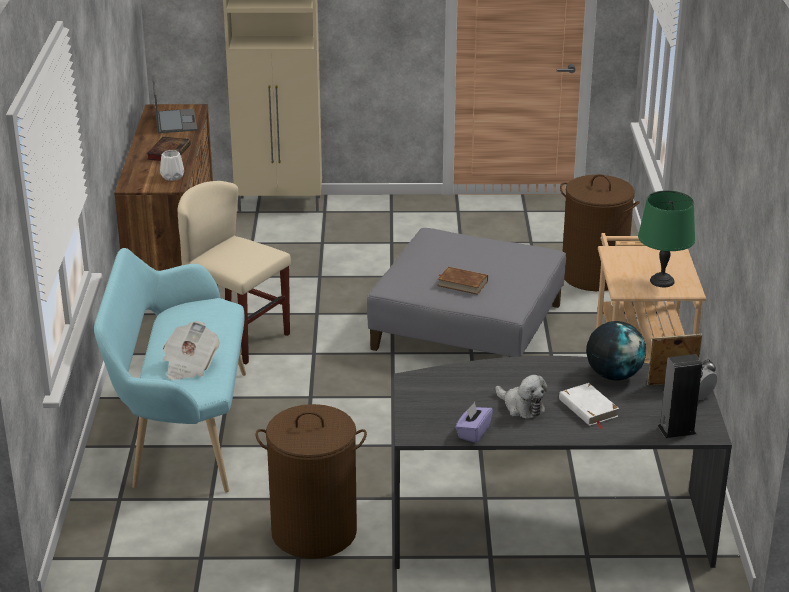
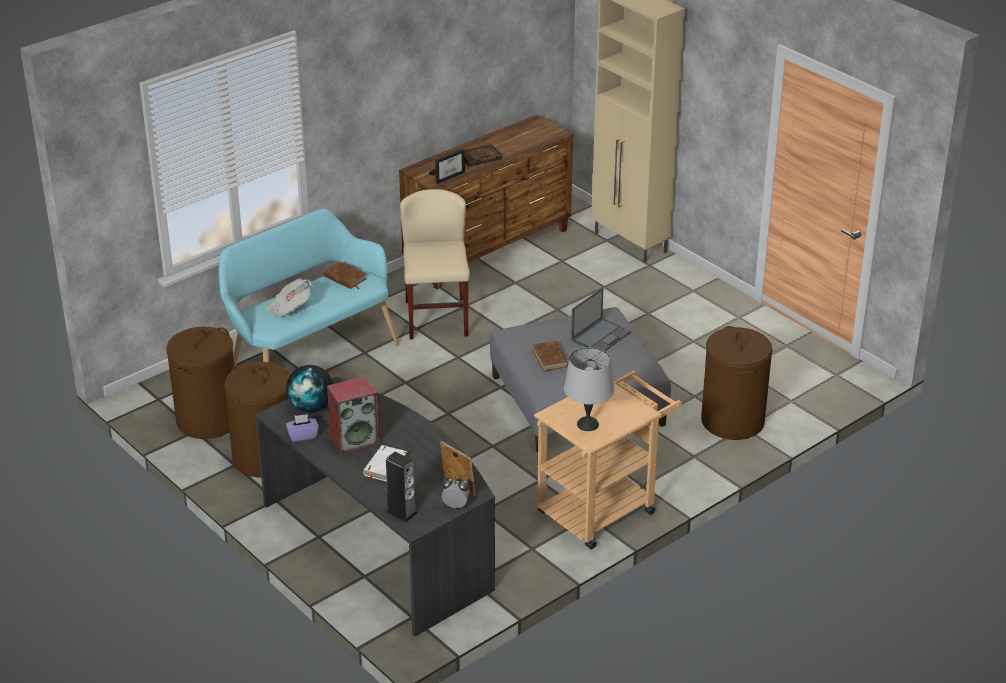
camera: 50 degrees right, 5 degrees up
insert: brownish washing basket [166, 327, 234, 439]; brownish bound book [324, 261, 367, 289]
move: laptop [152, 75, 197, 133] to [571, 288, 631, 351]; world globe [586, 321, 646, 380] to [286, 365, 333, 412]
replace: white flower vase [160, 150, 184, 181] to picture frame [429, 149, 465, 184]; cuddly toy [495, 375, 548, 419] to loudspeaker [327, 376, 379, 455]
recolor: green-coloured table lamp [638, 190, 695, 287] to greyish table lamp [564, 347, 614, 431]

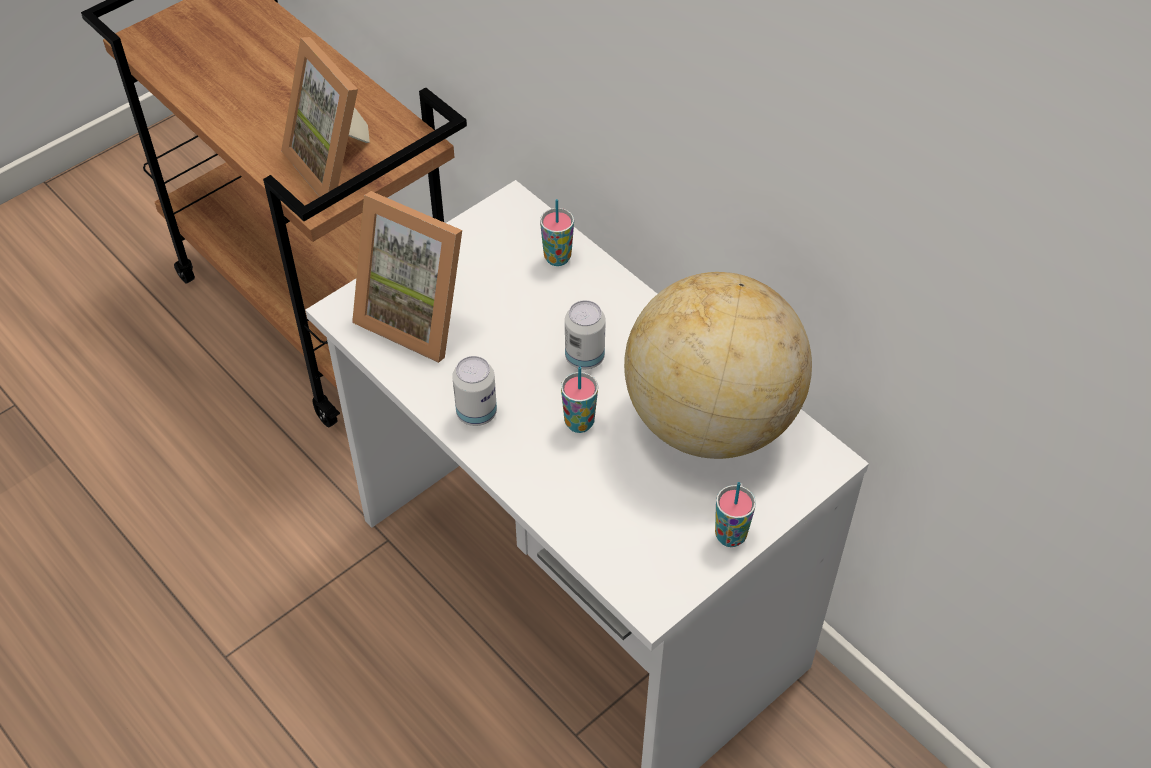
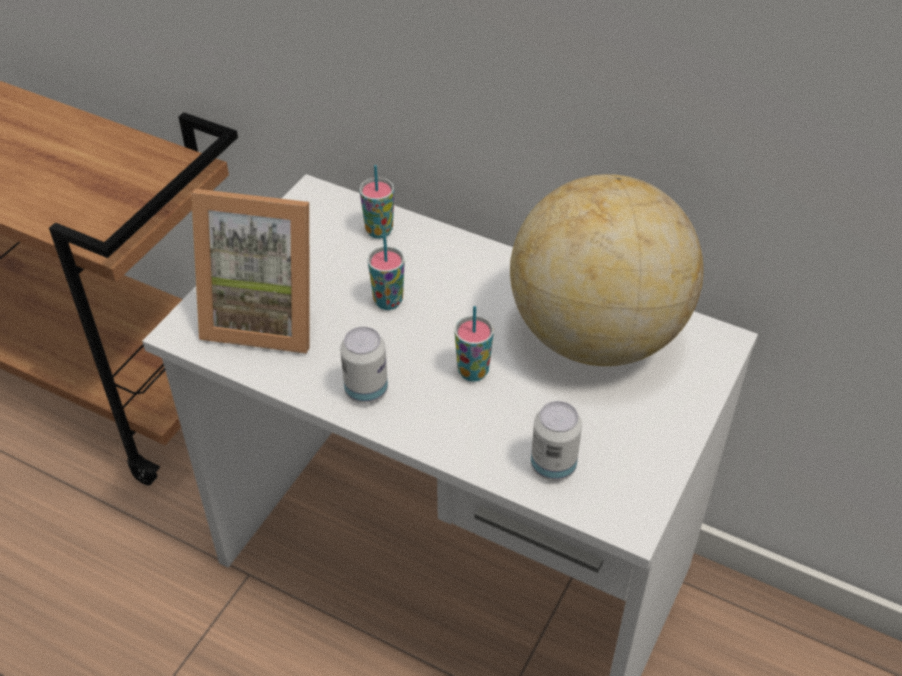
camera: 20 degrees left, 5 degrees down
delete: picture frame [281, 37, 370, 197]
move: metal can [565, 300, 606, 369] to [531, 401, 582, 481]; small cup [715, 482, 756, 547] to [368, 235, 405, 310]

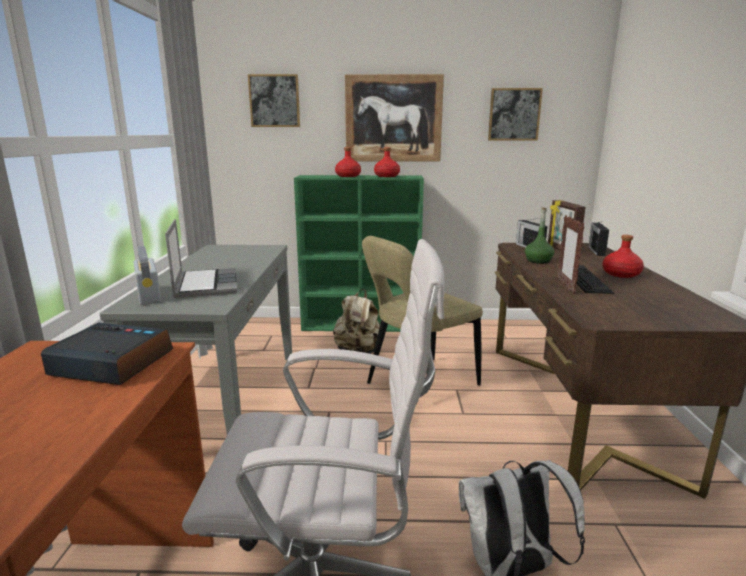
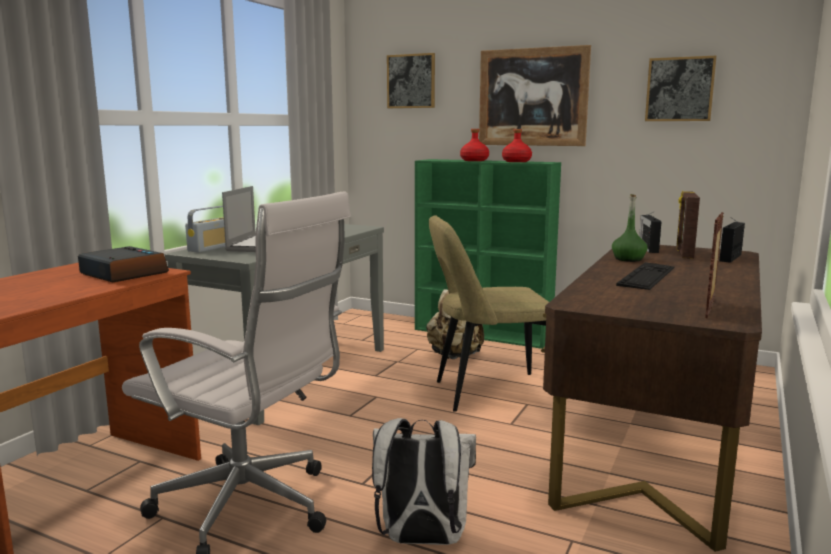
camera: 25 degrees right, 5 degrees down
delete: reddish beverage bottle [602, 235, 644, 278]
move: picture frame [557, 215, 585, 294] to [705, 212, 724, 318]
rotate: radio [133, 246, 161, 305] = [185, 206, 226, 253] 150 degrees counterclockwise

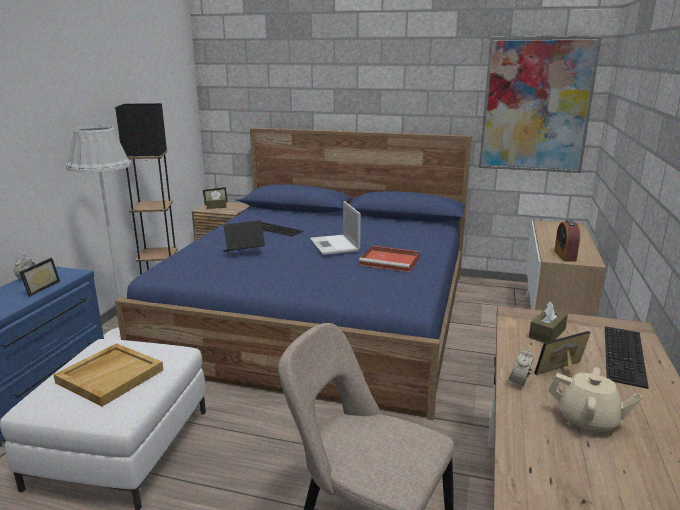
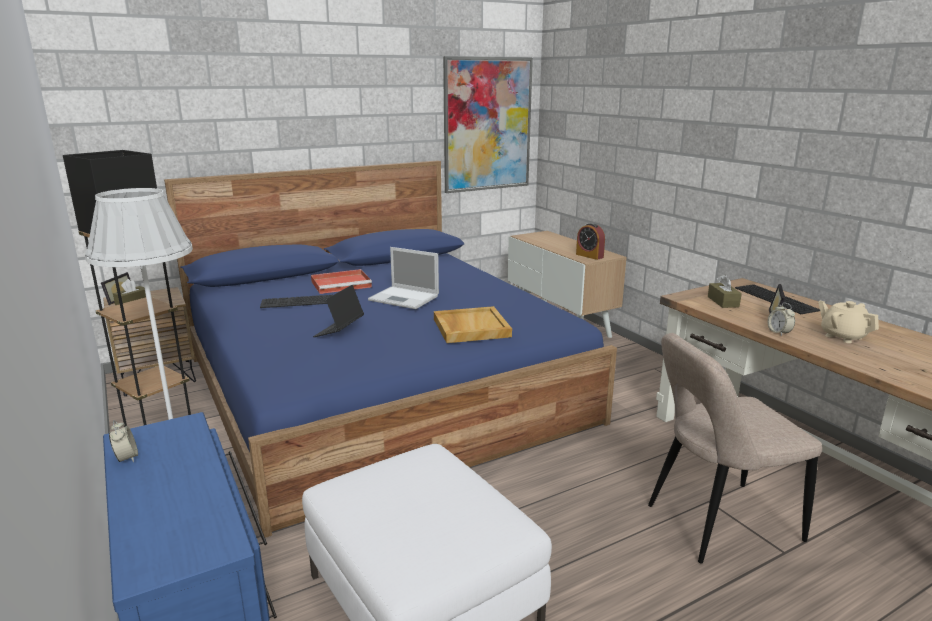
camera: 45 degrees left, 0 degrees up
delete: picture frame [20, 258, 60, 297]
move: sand-coloured serving tray [53, 343, 163, 407] to [434, 306, 512, 343]; reddish serving tray [359, 246, 420, 272] to [311, 269, 372, 294]
rotate: sand-coloured pot for tea [548, 367, 642, 436] = [818, 301, 879, 343] 105 degrees counterclockwise

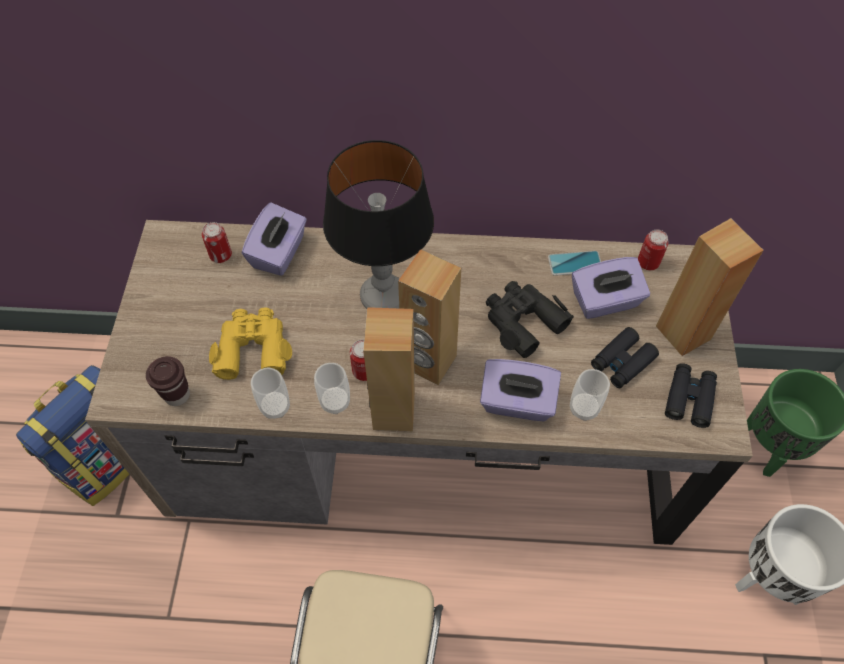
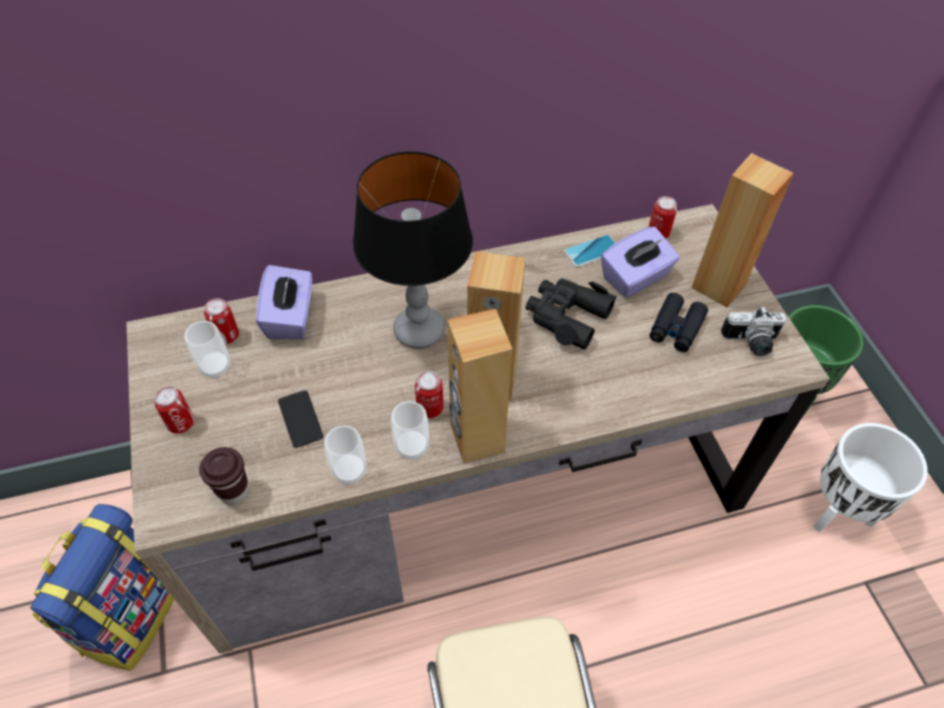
camera: 20 degrees left, 5 degrees down
delete: purple-coloured tissue box [480, 359, 561, 421]
insert: metal can [154, 386, 194, 434]
move: small cup [570, 369, 610, 421] to [184, 321, 230, 379]
replace: yellow binoculars [209, 307, 292, 380] to telephone [278, 390, 323, 448]; black binoculars [665, 363, 717, 428] to still camera [721, 306, 786, 356]

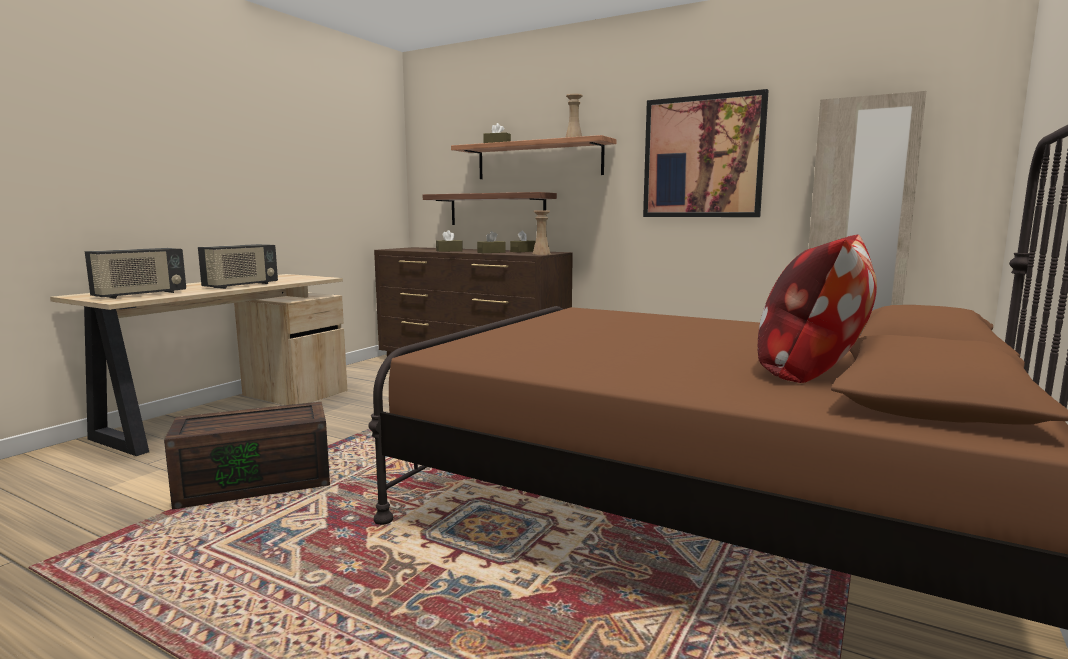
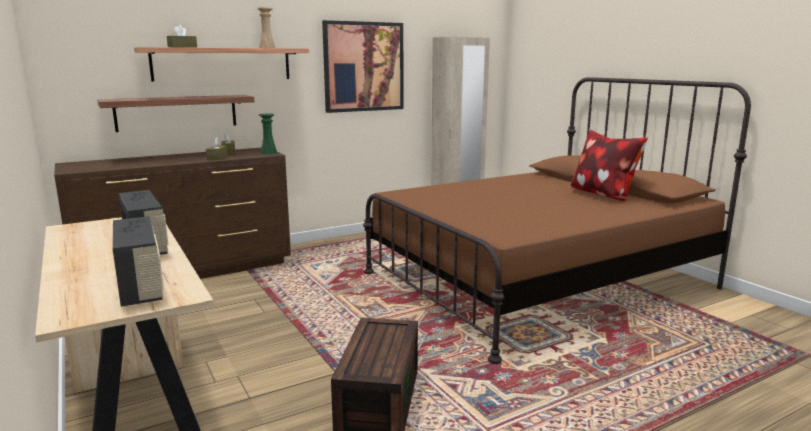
camera: 60 degrees left, 5 degrees up
delete: brownish tissue box [436, 230, 463, 252]
recolor: sand-coloured flower vase [533, 211, 551, 255] to green-coloured flower vase [259, 114, 277, 154]

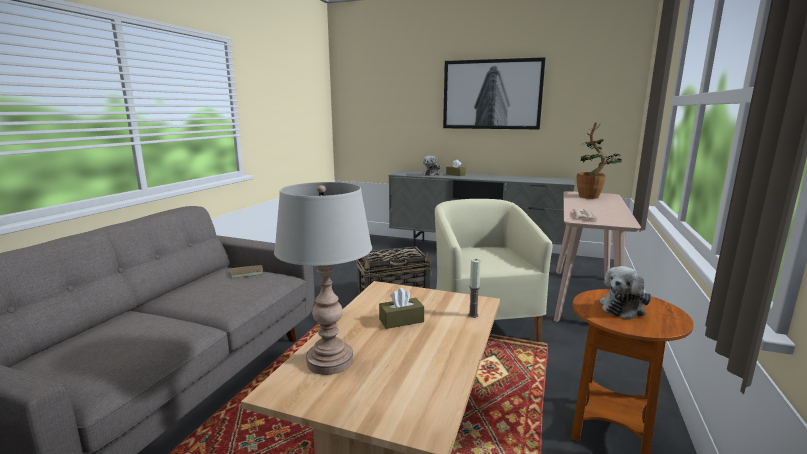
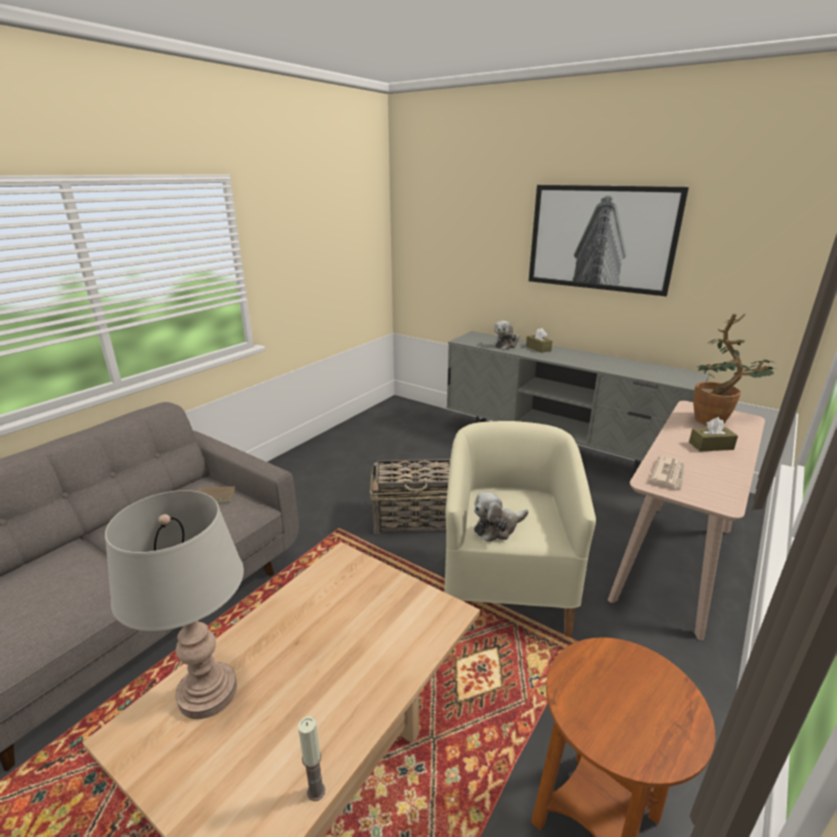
camera: 15 degrees right, 10 degrees up
move: brownish tissue box [379, 288, 424, 329] to [689, 417, 738, 451]; wax candle [468, 259, 481, 318] to [298, 716, 325, 801]; cuddly toy [600, 266, 651, 320] to [474, 492, 528, 542]

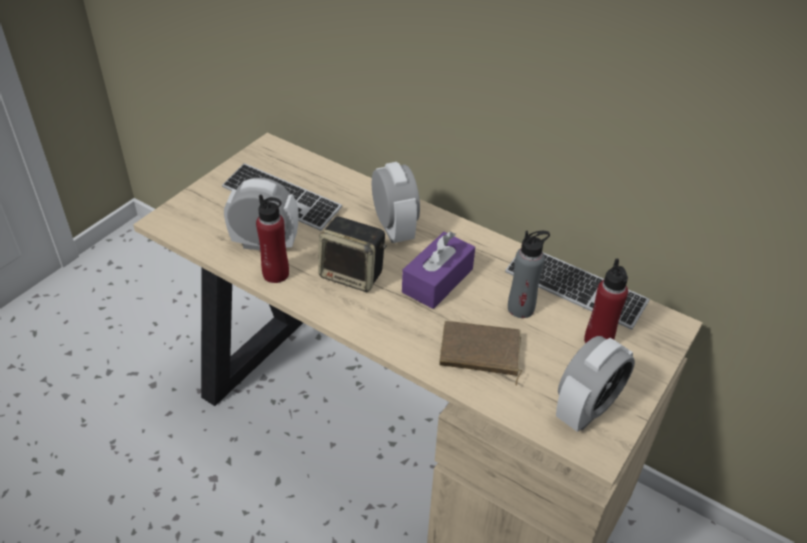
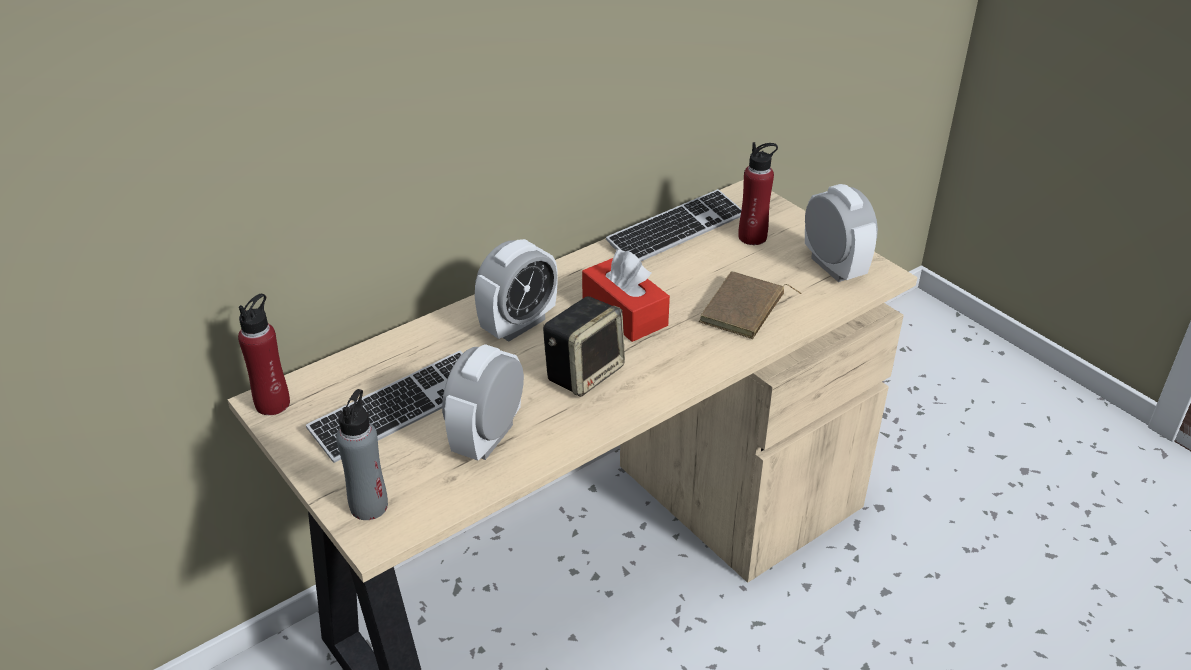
camera: 70 degrees left, 5 degrees down
move: reddish beverage bottle [256, 195, 289, 283] to [238, 294, 290, 415]; greyish beverage bottle [508, 231, 550, 318] to [336, 389, 388, 520]
recolor: purple-coloured tissue box [402, 231, 475, 309] to reddish tissue box [582, 249, 670, 342]
rotate: bedside clock [372, 162, 420, 243] = [475, 239, 558, 342] 135 degrees clockwise

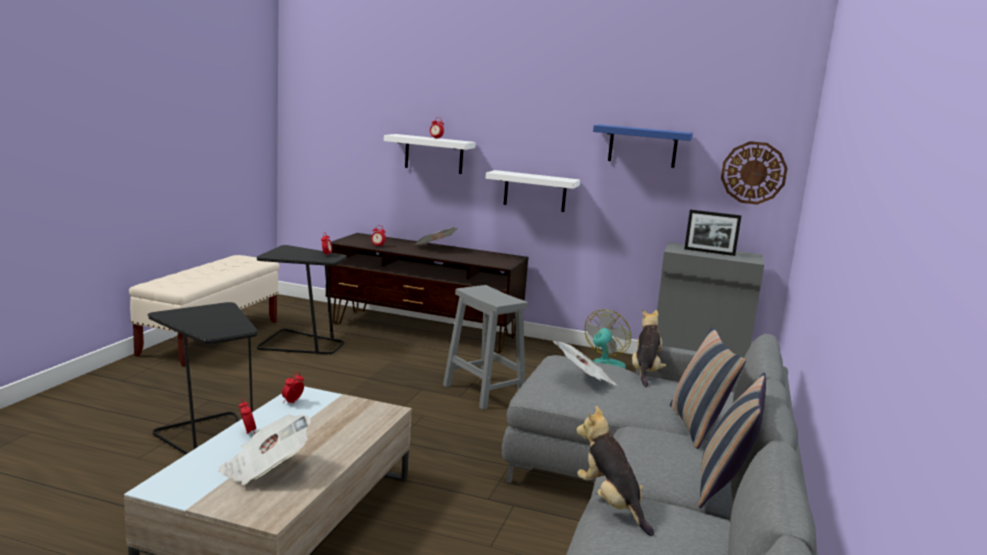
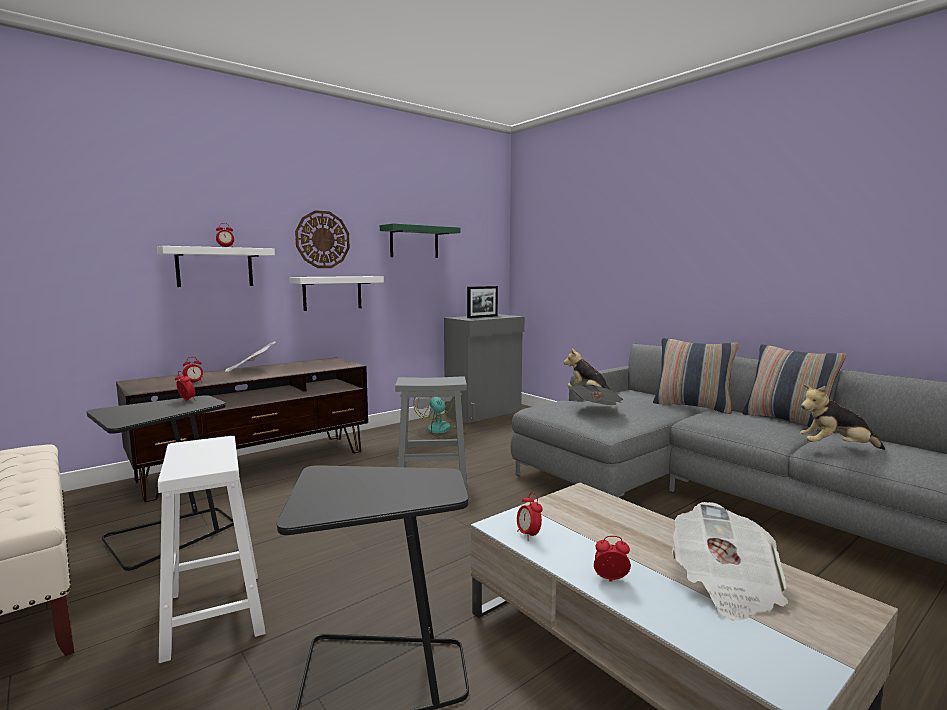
camera: 55 degrees left, 5 degrees down
insert: white sitting stool [158, 436, 265, 663]
move: wall clock [721, 141, 788, 205] to [295, 210, 350, 268]
recolor: bluish wall shelf [593, 124, 693, 168] to green-coloured wall shelf [380, 223, 461, 258]

